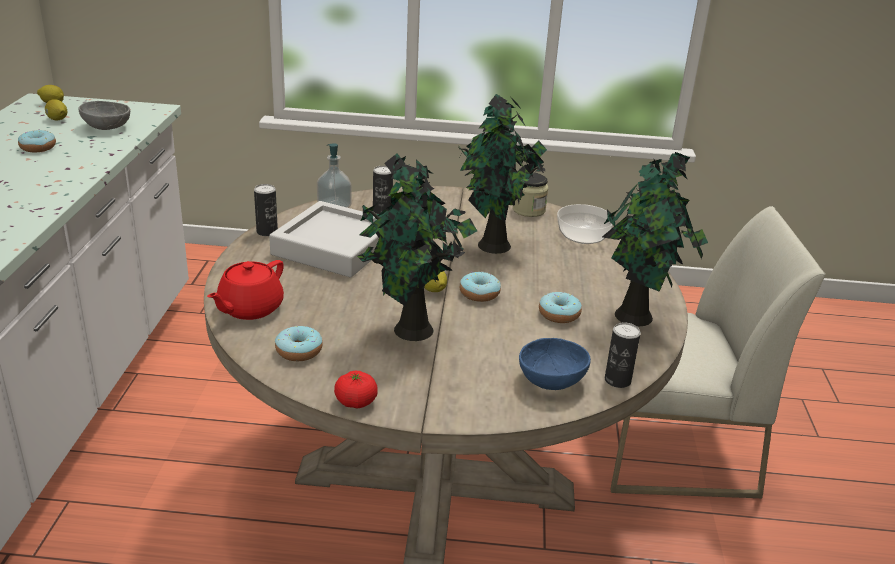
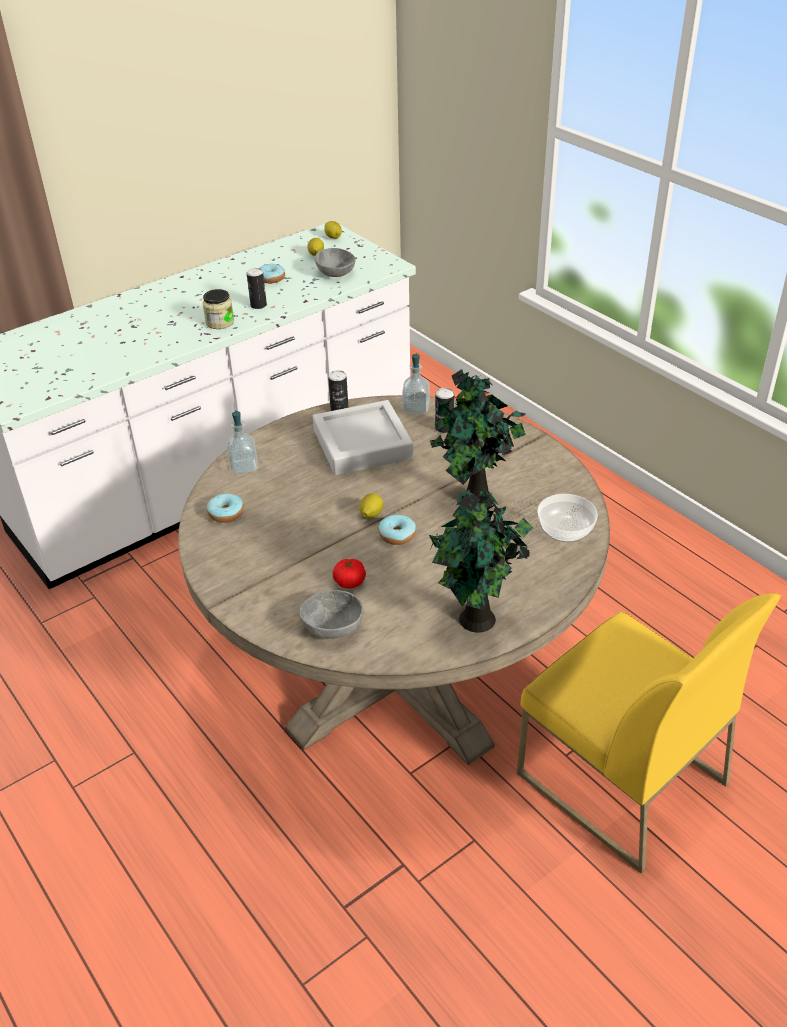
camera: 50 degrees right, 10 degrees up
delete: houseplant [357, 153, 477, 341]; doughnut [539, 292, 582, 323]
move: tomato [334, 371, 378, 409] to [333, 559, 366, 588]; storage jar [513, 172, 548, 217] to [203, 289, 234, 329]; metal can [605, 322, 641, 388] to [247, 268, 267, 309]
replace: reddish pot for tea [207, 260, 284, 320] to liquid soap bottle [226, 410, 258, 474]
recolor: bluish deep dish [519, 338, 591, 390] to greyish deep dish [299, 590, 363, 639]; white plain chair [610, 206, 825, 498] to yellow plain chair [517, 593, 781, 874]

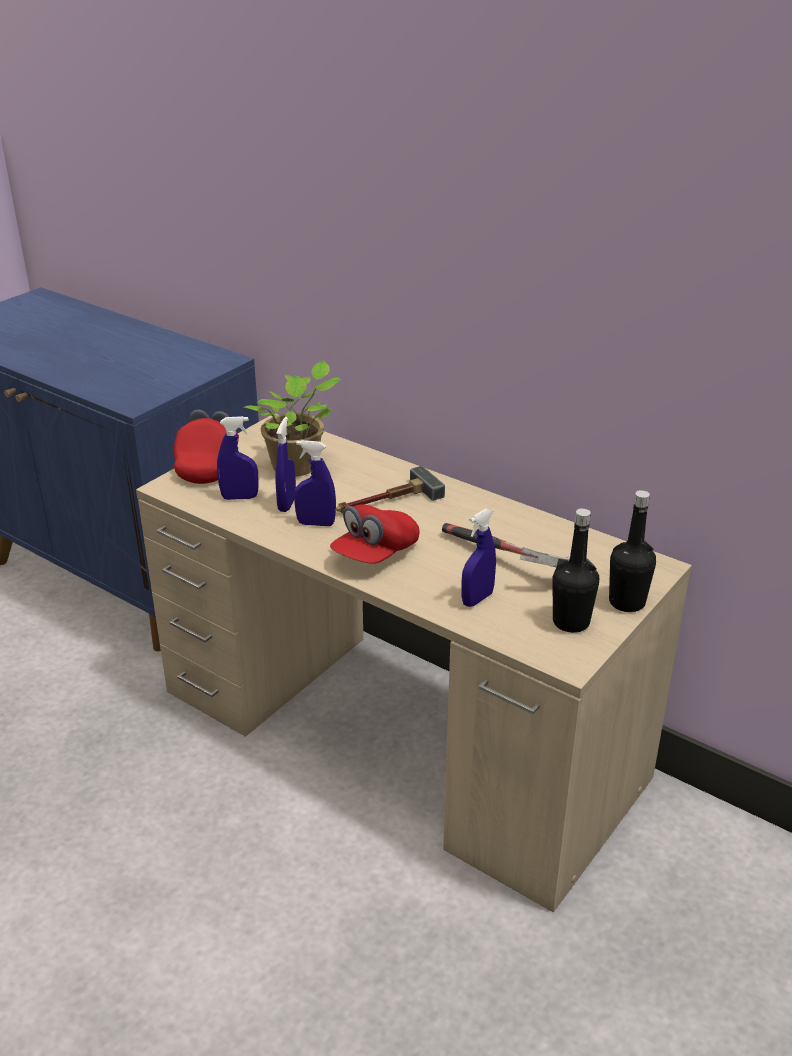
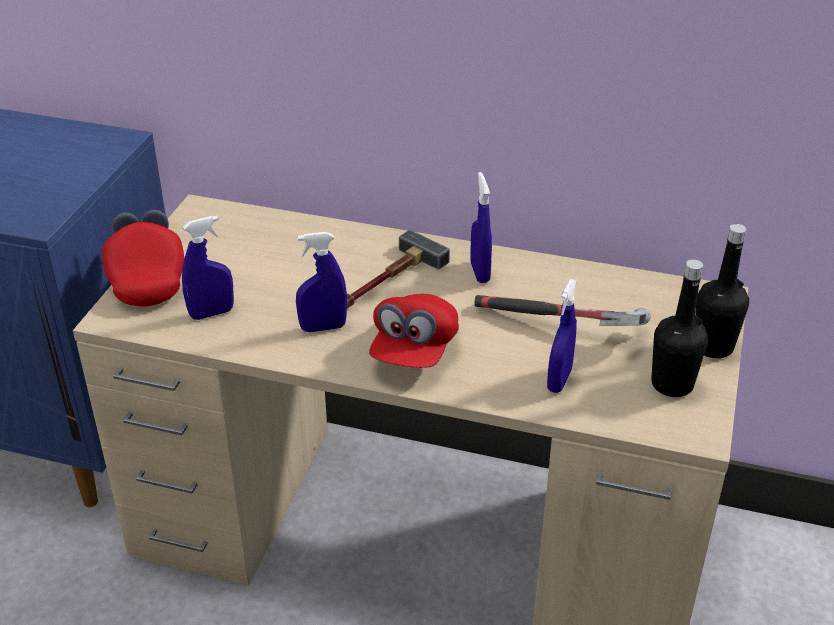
camera: 20 degrees left, 5 degrees up
delete: houseplant [244, 360, 341, 477]
move: bluish spray bottle [275, 417, 296, 512] to [470, 172, 492, 283]

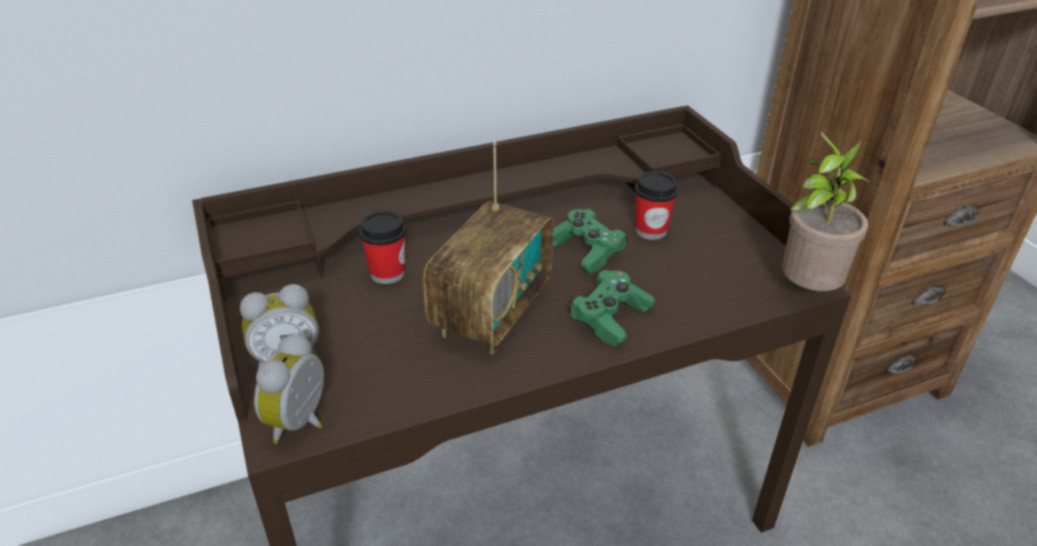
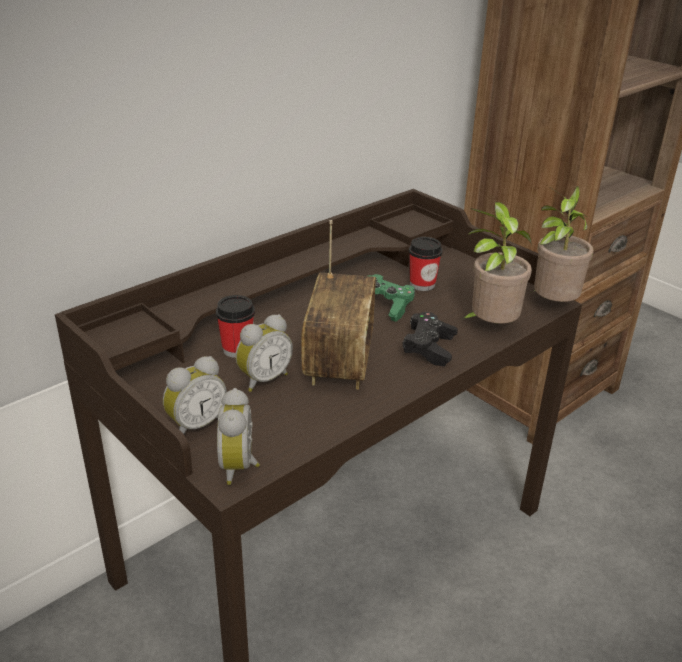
camera: 20 degrees left, 5 degrees down
insert: bedside clock [236, 314, 293, 392]; houseplant [460, 202, 532, 324]
recolor: green-coloured game controller [570, 270, 655, 347] to black game controller [403, 312, 458, 366]

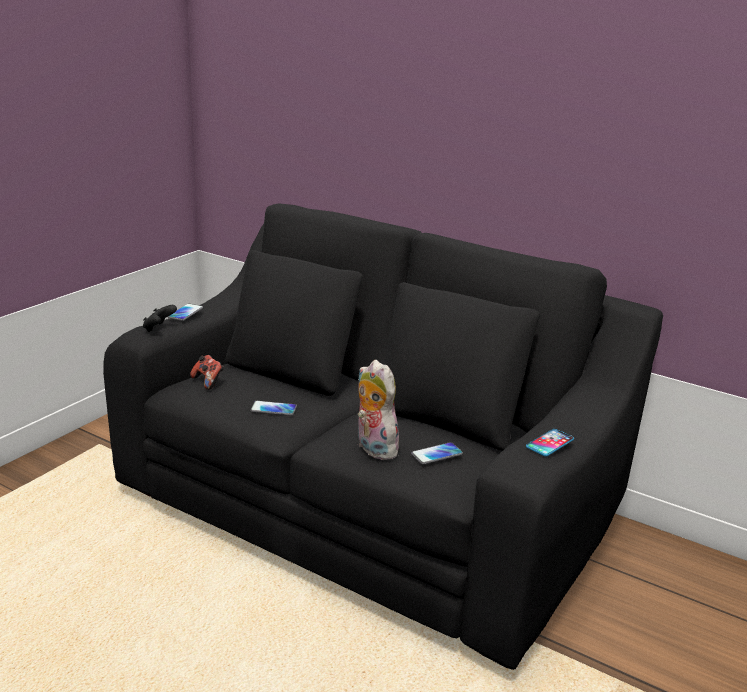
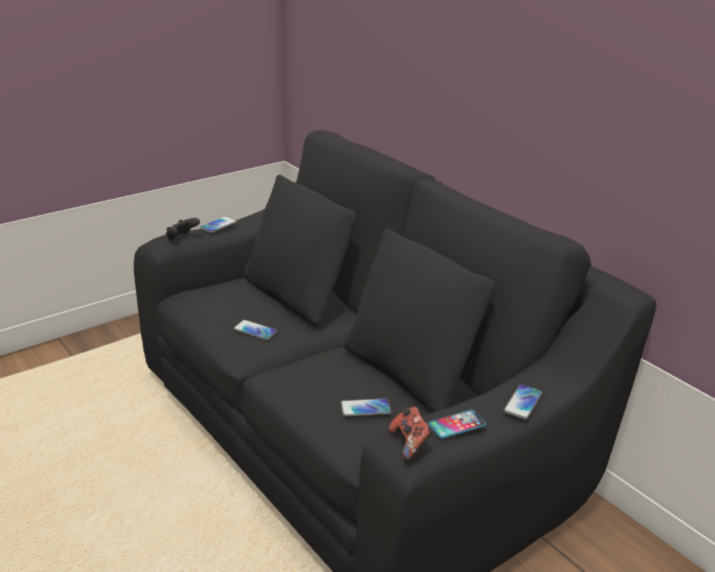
camera: 20 degrees right, 5 degrees up
delete: cuddly toy [358, 360, 403, 460]
insert: telephone [503, 384, 542, 420]
move: game controller [190, 355, 224, 390] to [389, 407, 433, 460]

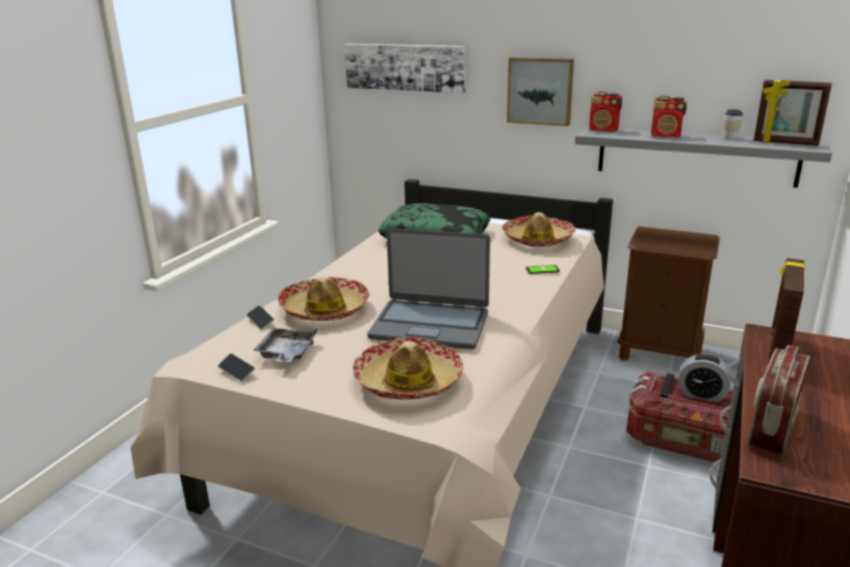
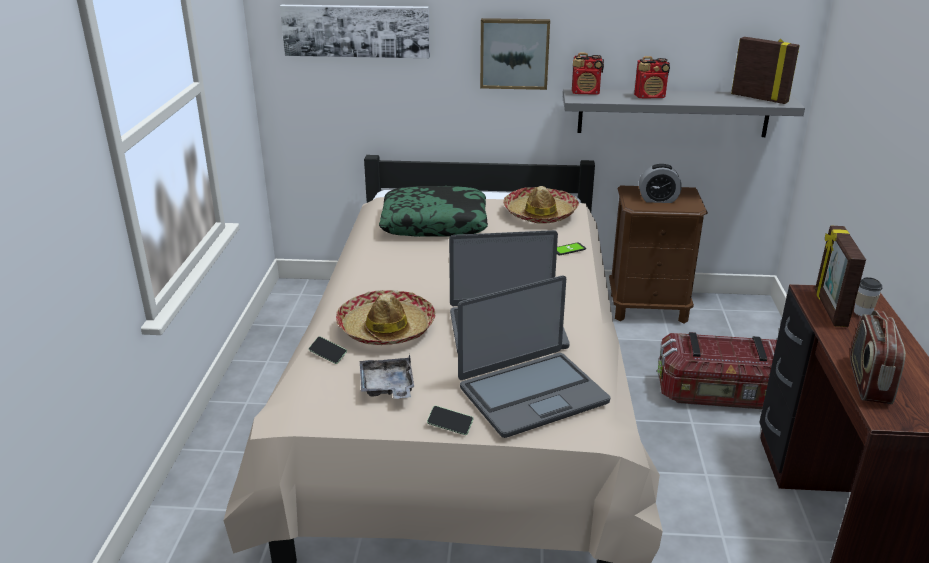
camera: 20 degrees left, 5 degrees up
move: telephone [218, 353, 255, 382] to [427, 406, 473, 435]; bedside clock [678, 354, 731, 402] to [639, 164, 682, 203]; small cup [723, 109, 743, 140] to [854, 277, 882, 316]
replace: wearable hat [353, 337, 464, 400] to laptop [458, 276, 610, 438]
rotate: picture frame [754, 79, 832, 146] = [731, 37, 800, 104] 150 degrees counterclockwise

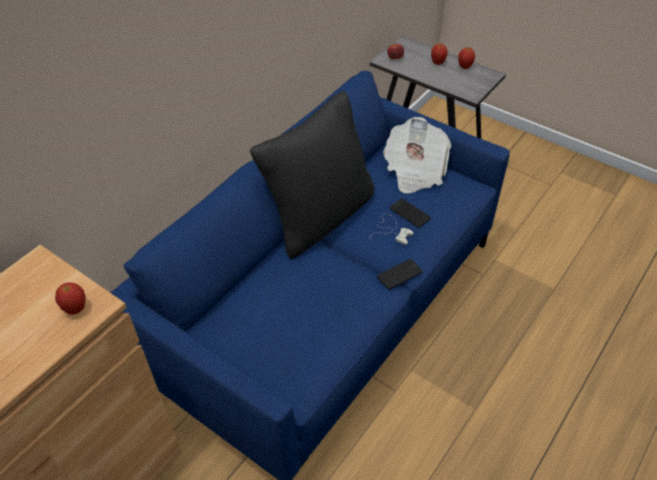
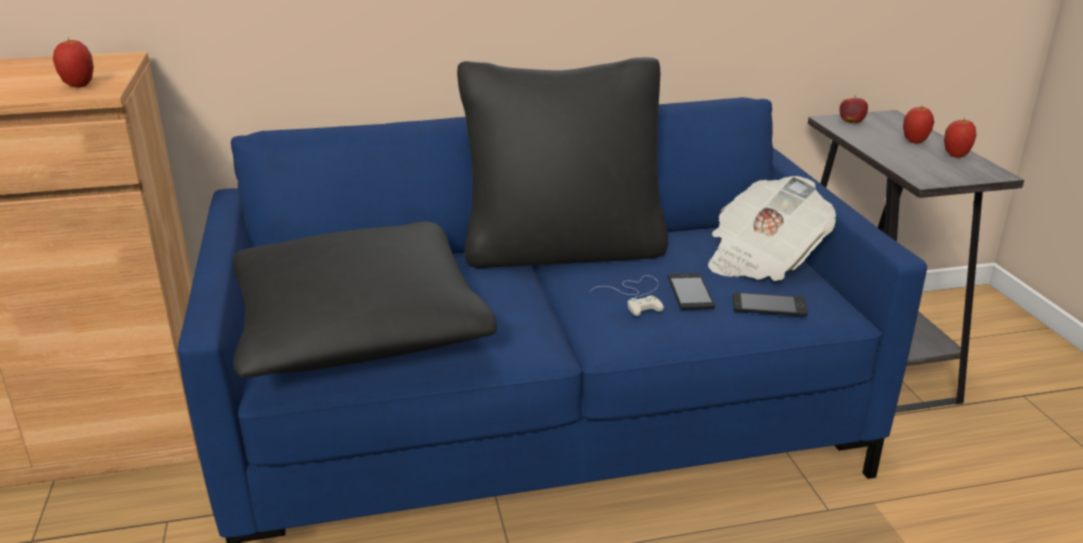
camera: 40 degrees right, 20 degrees down
insert: black pillow [233, 222, 497, 378]
move: telephone [377, 259, 423, 290] to [733, 292, 808, 317]

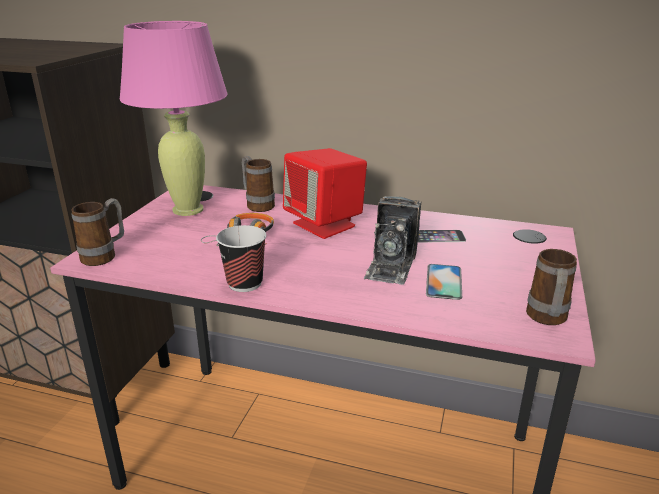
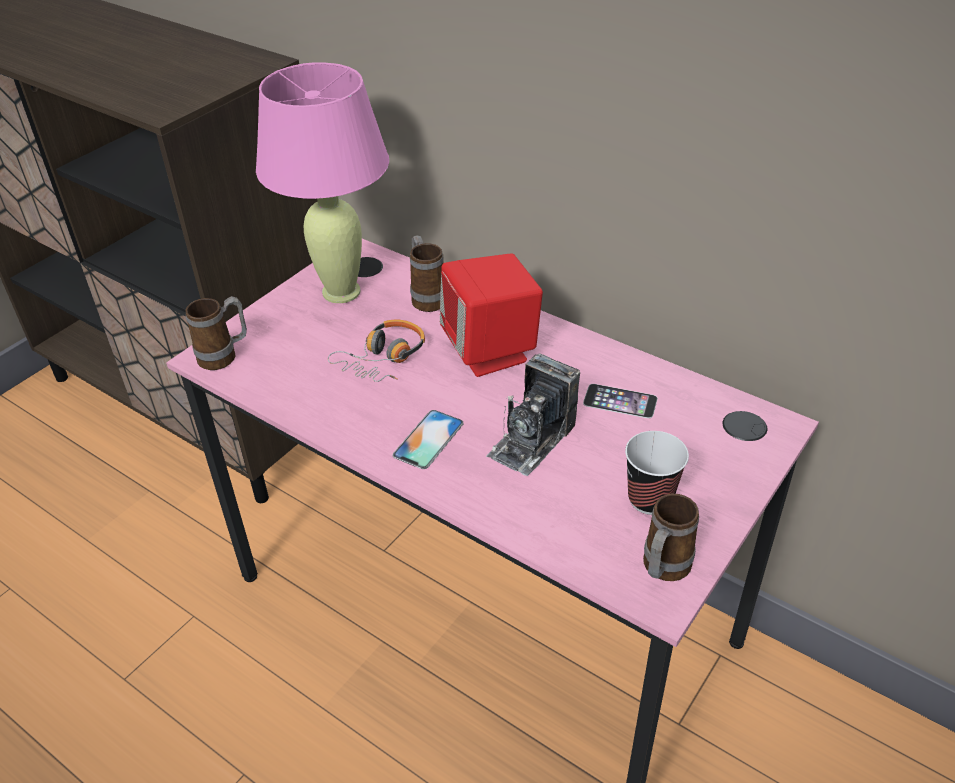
camera: 20 degrees right, 15 degrees up
move: small cup [216, 225, 266, 292] to [625, 431, 689, 515]; telephone [426, 264, 462, 300] to [393, 410, 464, 469]

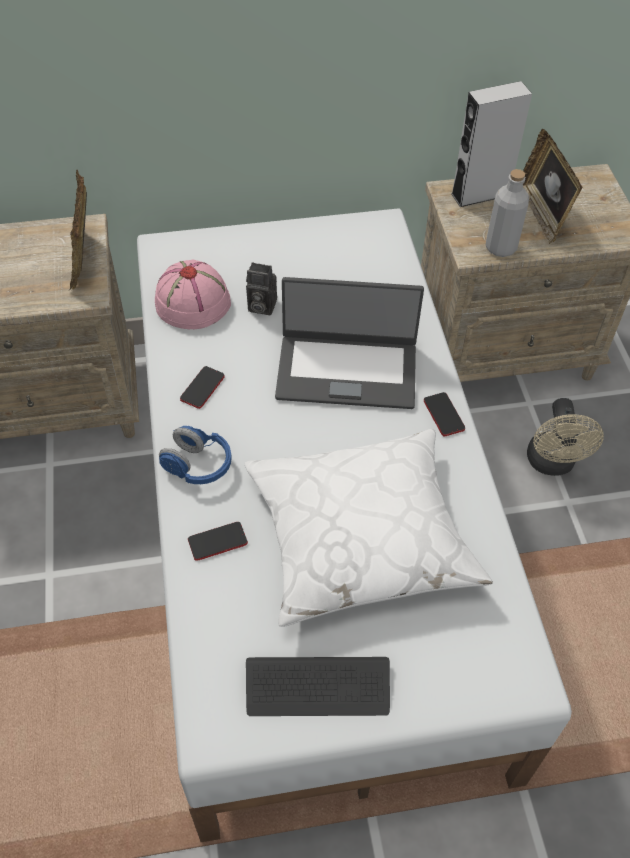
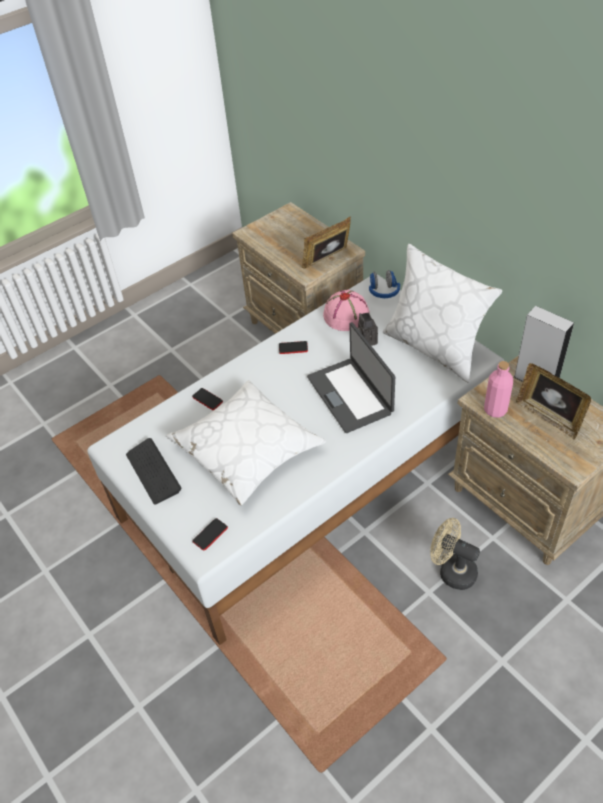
camera: 65 degrees right, 5 degrees down
insert: white pillow [383, 244, 502, 382]
move: bluish headphones [159, 426, 232, 484] to [369, 270, 400, 298]; telephone [424, 392, 465, 437] to [193, 518, 228, 551]
recolor: greyish beverage bottle [486, 169, 529, 257] to pinkish beverage bottle [484, 361, 513, 418]
rotate: picture frame [523, 129, 582, 244] = [516, 363, 591, 439] 90 degrees counterclockwise; sand-coloured electric fan [527, 398, 604, 476] = [431, 518, 480, 590] 60 degrees clockwise

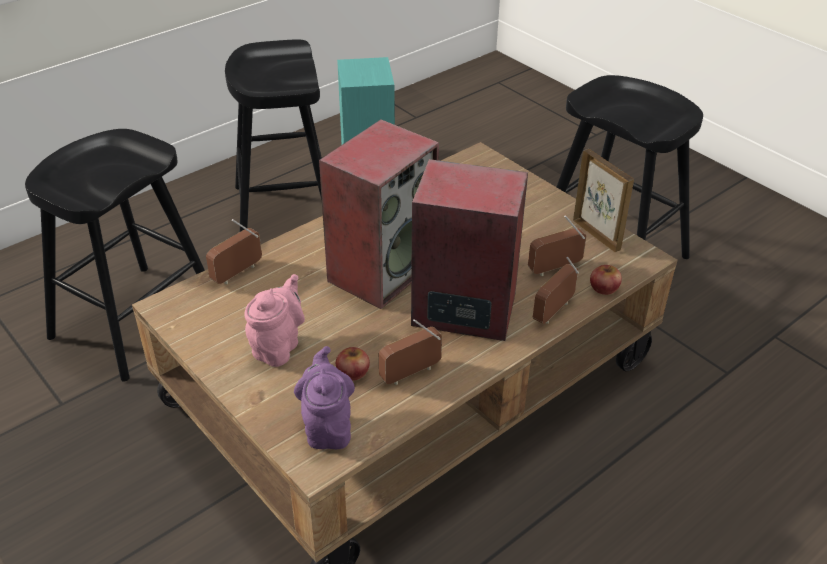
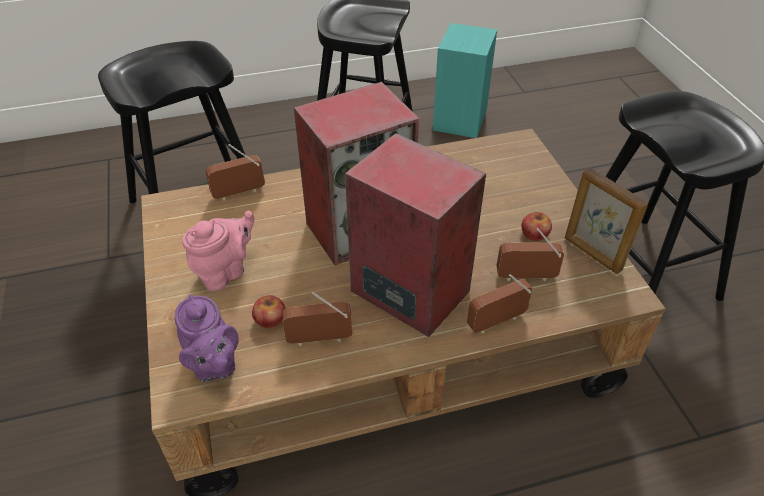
camera: 25 degrees right, 5 degrees up
move: whole apple [590, 265, 622, 295] to [521, 212, 552, 241]
rotate: purple-coloured pot for tea [294, 346, 355, 449] = [175, 294, 239, 382] 135 degrees clockwise; picture frame [573, 149, 634, 252] = [565, 167, 648, 274] 150 degrees clockwise

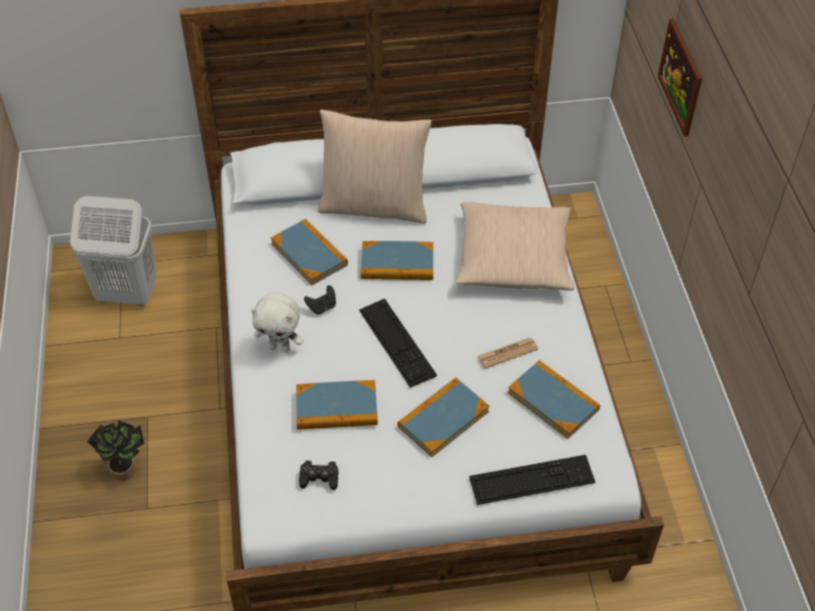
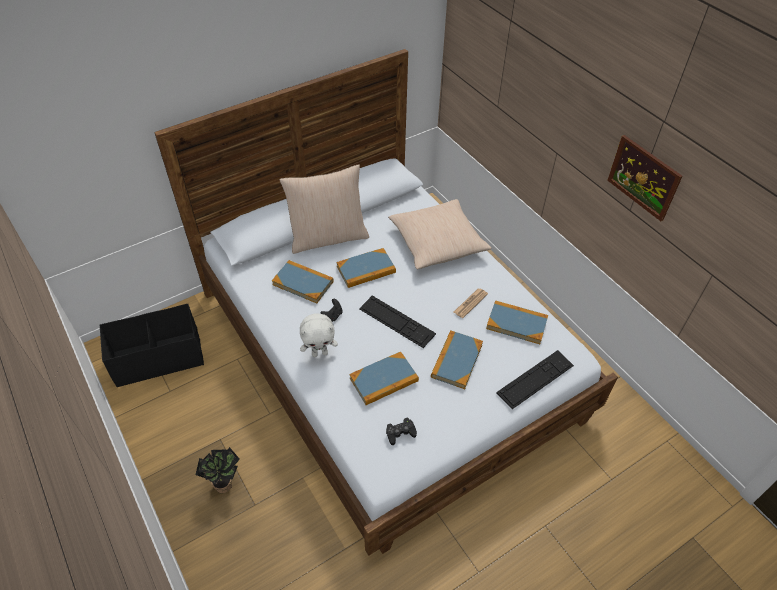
camera: 25 degrees left, 0 degrees up
move: picture [658, 18, 702, 137] to [607, 135, 682, 221]
replace: white washing basket [70, 196, 156, 306] to black storage box [100, 304, 204, 388]

